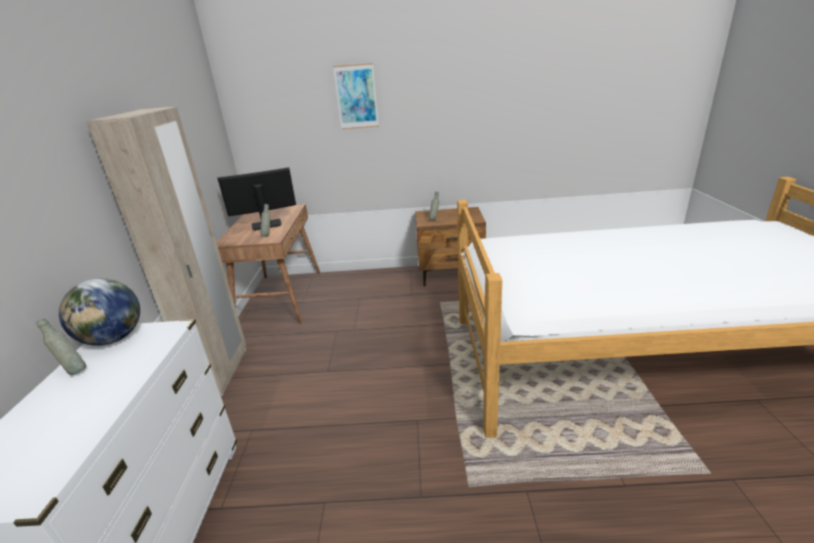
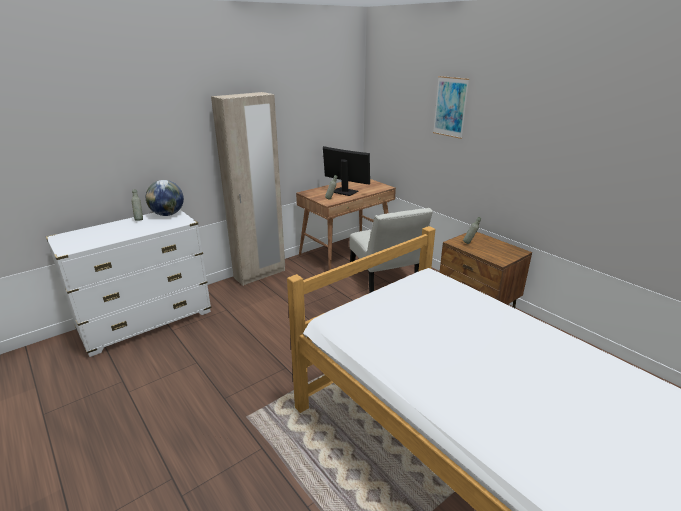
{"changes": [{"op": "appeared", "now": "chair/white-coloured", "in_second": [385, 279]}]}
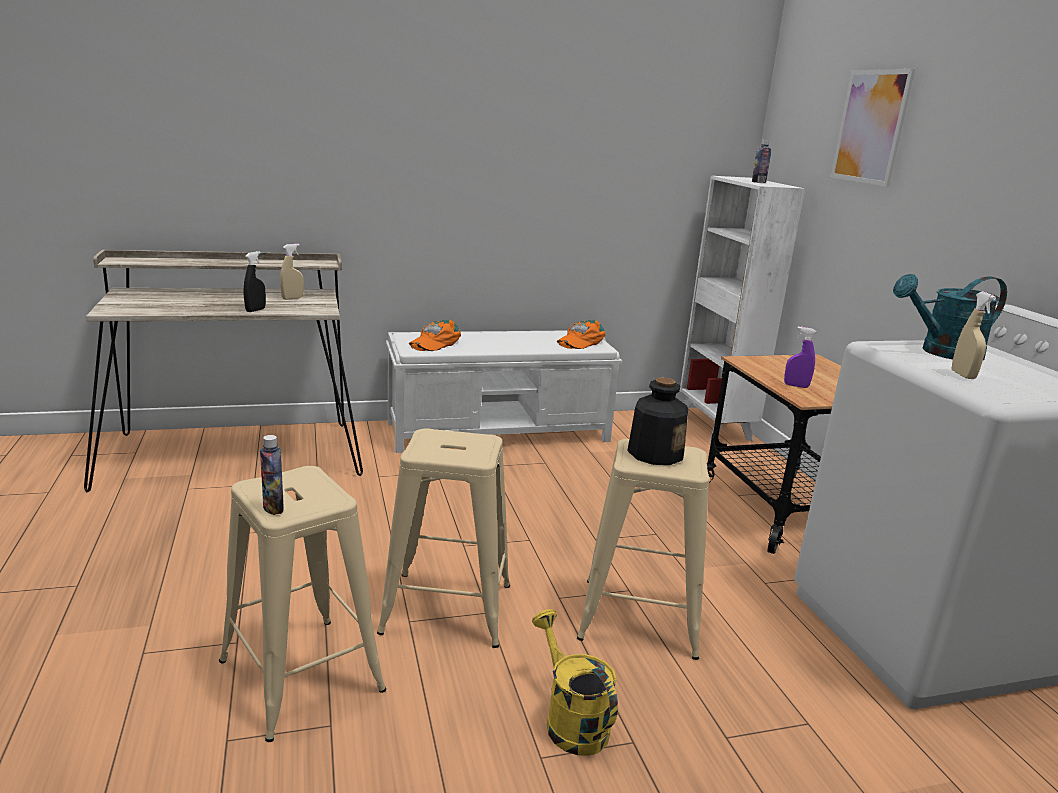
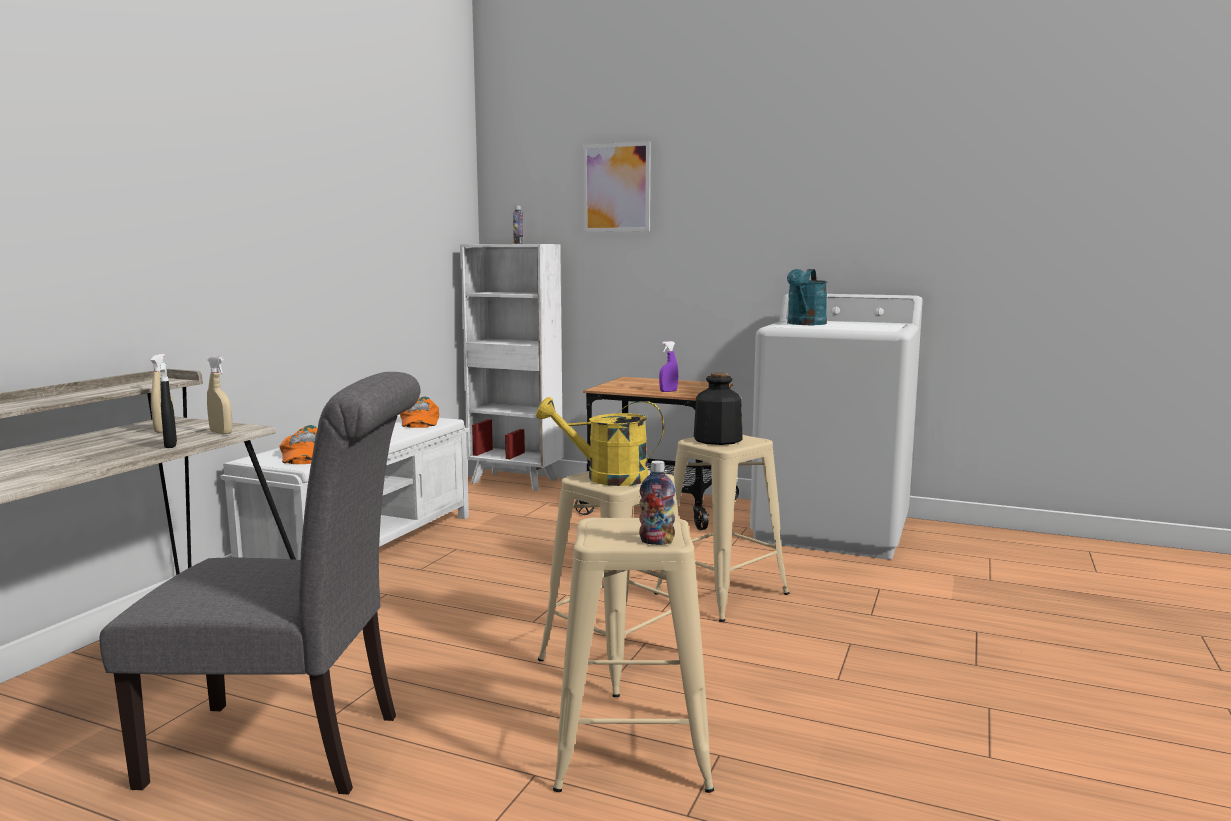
{"changes": [{"op": "appeared", "now": "chair/greyish", "in_second": [290, 748]}, {"op": "relocated", "was": "watering can/yellowish", "in_first": [570, 720], "in_second": [605, 477]}, {"op": "relocated", "was": "spray bottle/beige-coloured", "in_first": [963, 375], "in_second": [221, 433]}]}
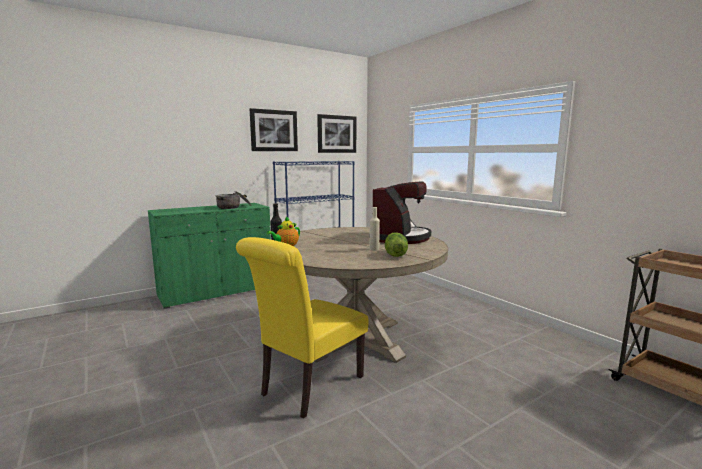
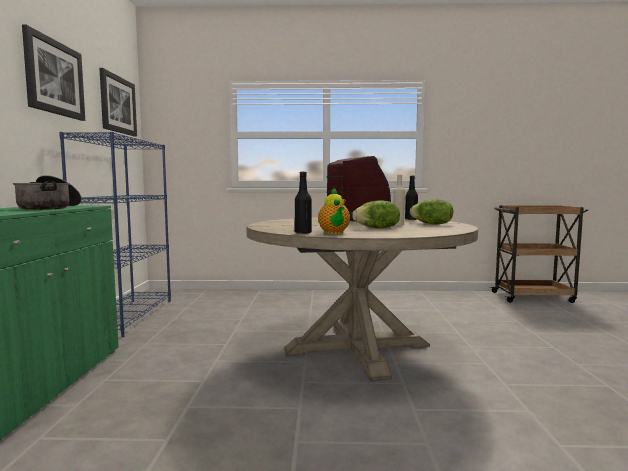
{"changes": [{"op": "missing", "was": "chair/yellowish", "in_first": [308, 387]}, {"op": "appeared", "now": "head of lettuce", "in_second": [377, 228]}, {"op": "appeared", "now": "beverage bottle/black", "in_second": [411, 219]}]}
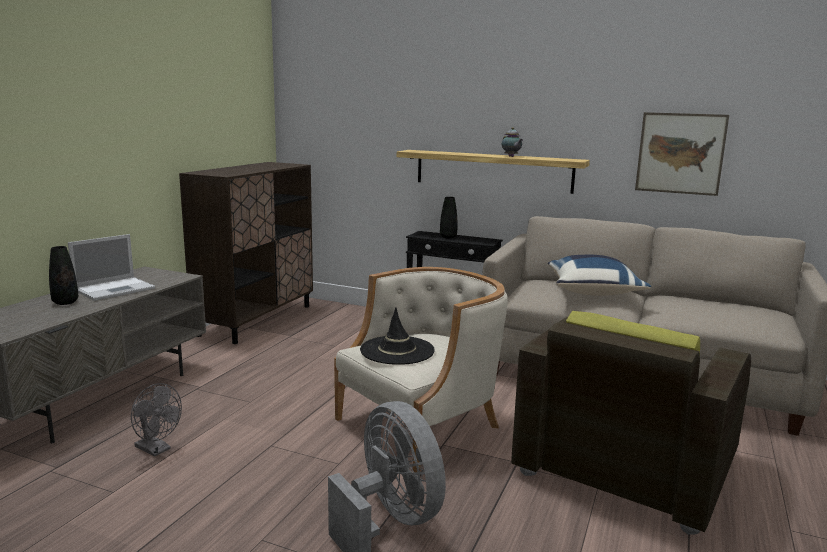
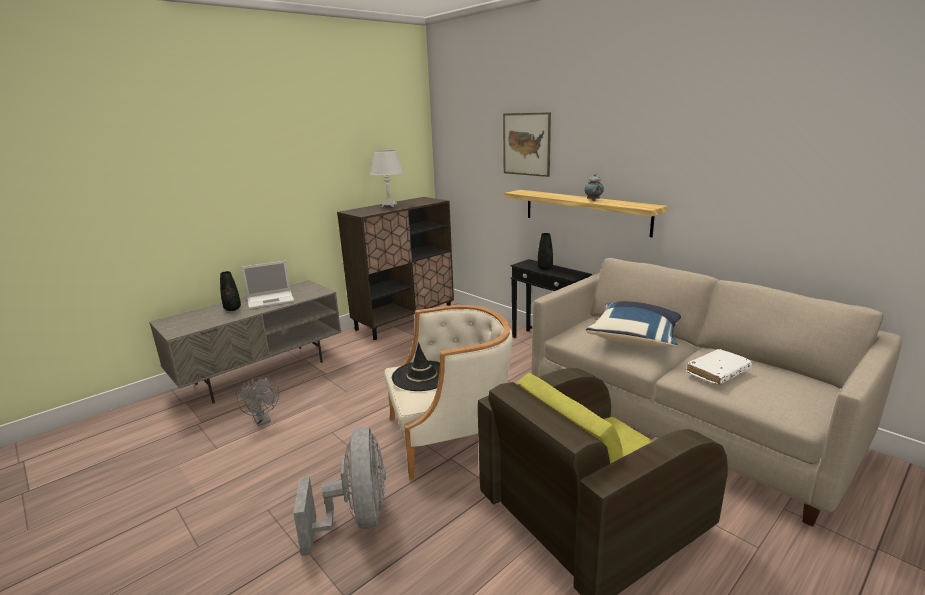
{"changes": [{"op": "appeared", "now": "lamp for a table/white-coloured", "in_second": [389, 205]}, {"op": "appeared", "now": "volume/white-coloured", "in_second": [718, 372]}, {"op": "relocated", "was": "wall art", "in_first": [680, 153], "in_second": [526, 144]}]}
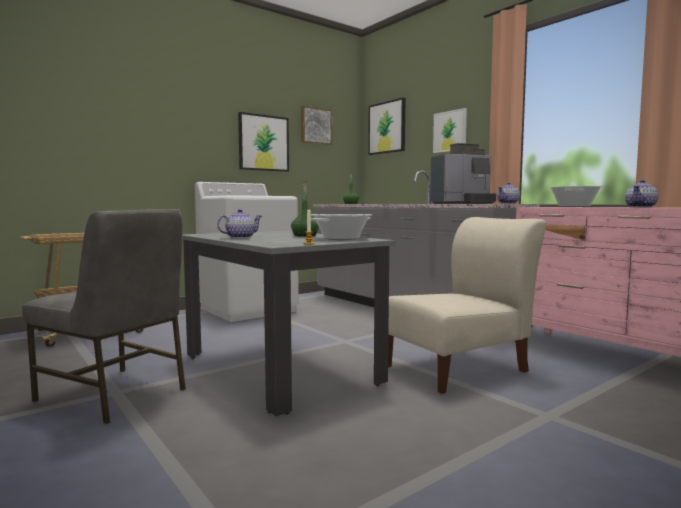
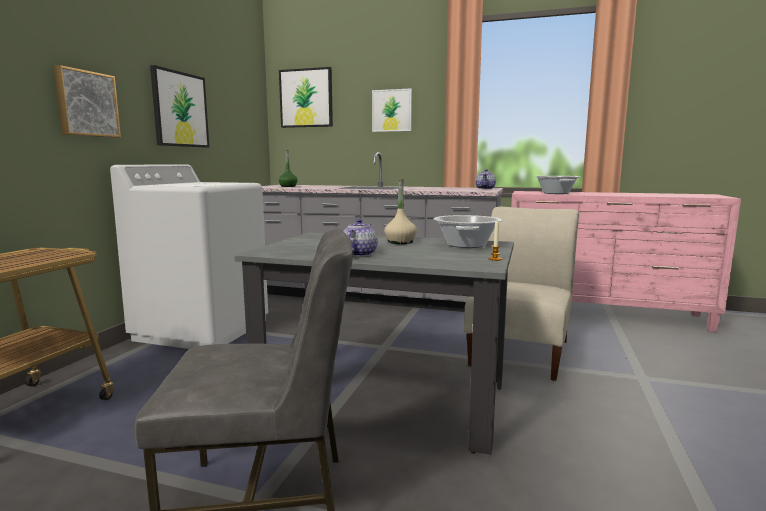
{"changes": [{"op": "missing", "was": "coffee brewer", "in_first": [463, 203]}, {"op": "missing", "was": "teapot", "in_first": [641, 207]}, {"op": "relocated", "was": "wall art", "in_first": [315, 126], "in_second": [86, 104]}, {"op": "colour", "was": "beverage bottle/greenish", "now": "beverage bottle/beige-coloured", "in_first": [304, 235], "in_second": [400, 242]}]}
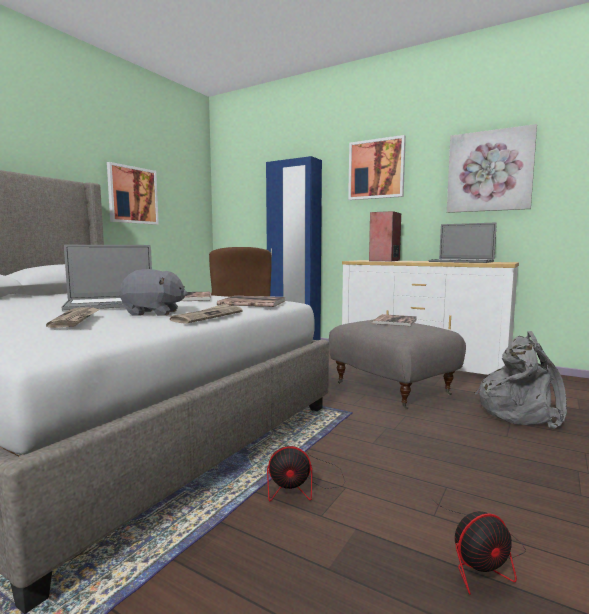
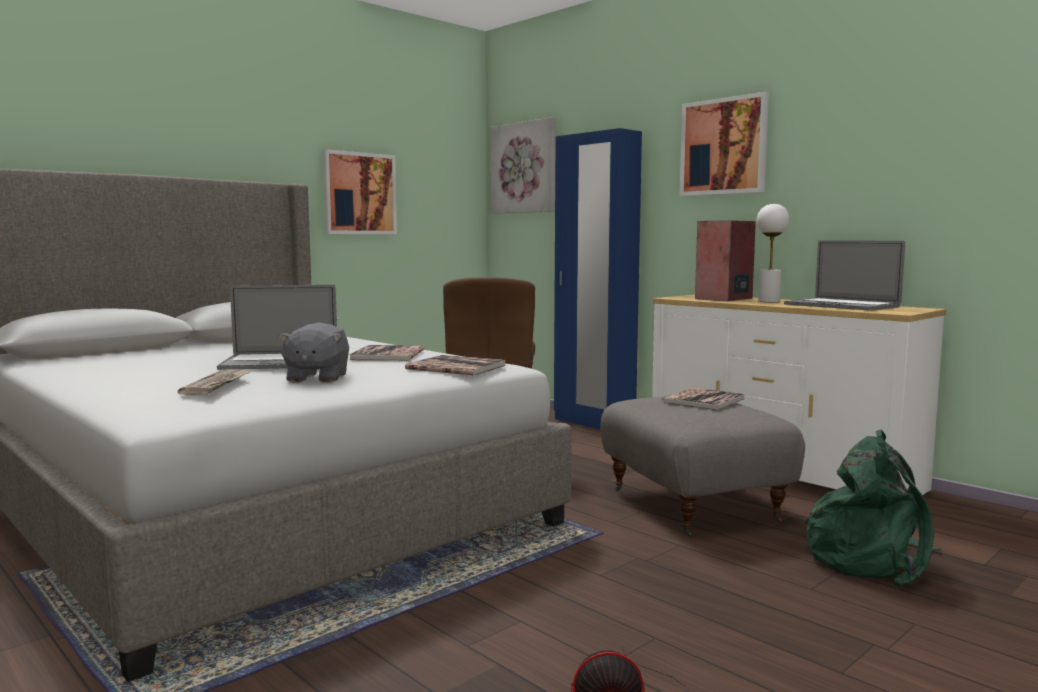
{"changes": [{"op": "missing", "was": "printed paper", "in_first": [207, 316]}, {"op": "missing", "was": "cooling fan", "in_first": [303, 485]}, {"op": "appeared", "now": "lamp for a table/white-coloured", "in_second": [769, 301]}, {"op": "relocated", "was": "wall art", "in_first": [489, 171], "in_second": [524, 168]}, {"op": "colour", "was": "knapsack/greyish", "now": "knapsack/greenish", "in_first": [520, 412], "in_second": [871, 559]}, {"op": "spun", "was": "soft toy/greyish", "in_first": [153, 313], "in_second": [316, 378], "clockwise": 75}]}
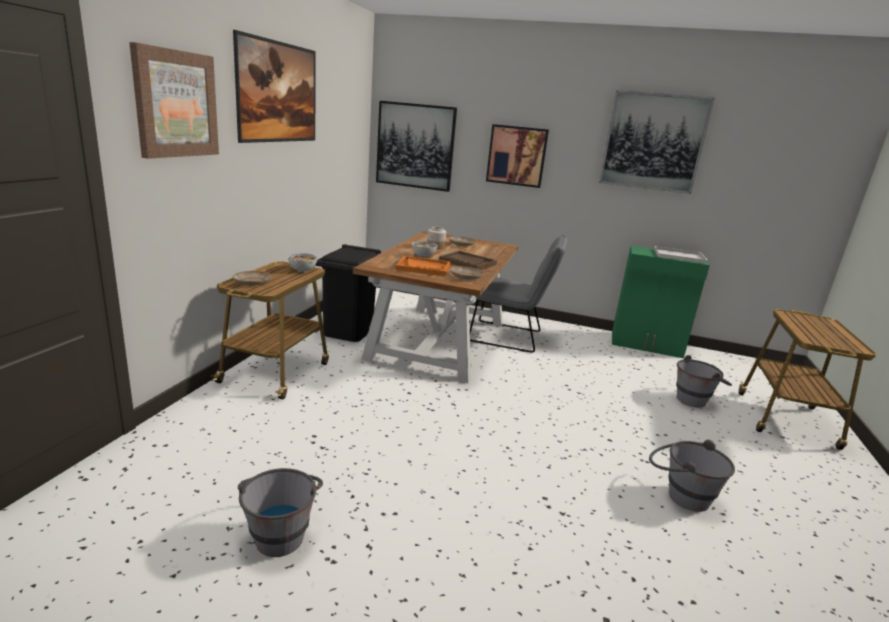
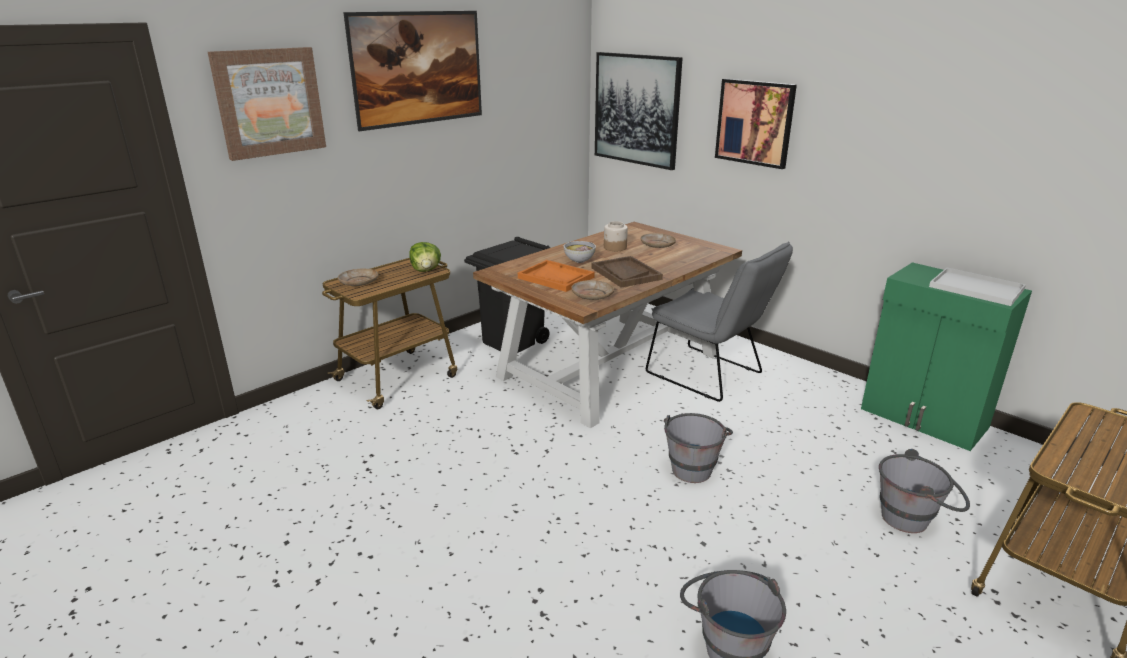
{"changes": [{"op": "missing", "was": "wall art", "in_first": [653, 142]}, {"op": "relocated", "was": "bucket/greyish", "in_first": [281, 531], "in_second": [693, 466]}, {"op": "exchanged", "was": "bowl", "now": "head of lettuce", "in_first": [302, 270], "in_second": [426, 270]}]}
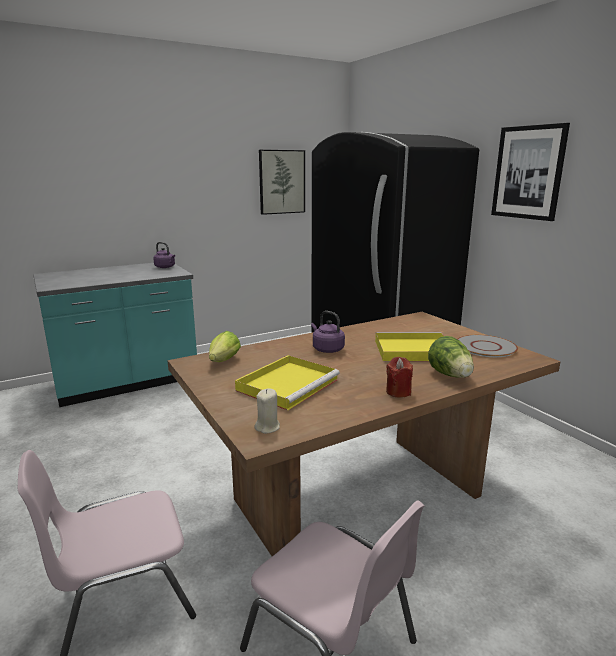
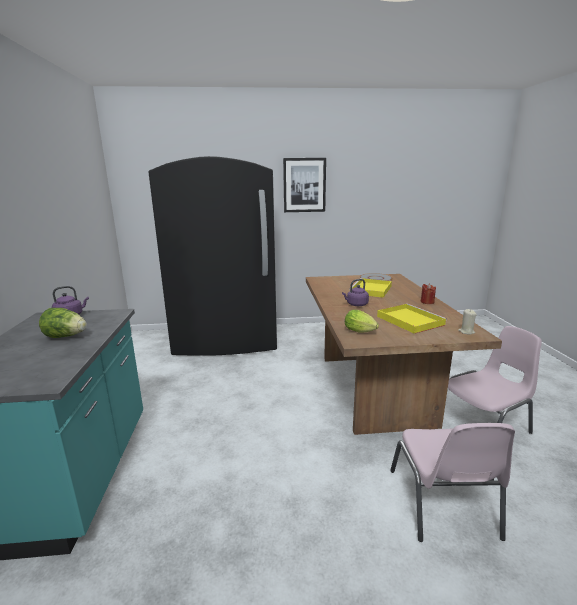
{"changes": [{"op": "missing", "was": "wall art", "in_first": [282, 182]}, {"op": "relocated", "was": "head of lettuce", "in_first": [450, 375], "in_second": [66, 336]}]}
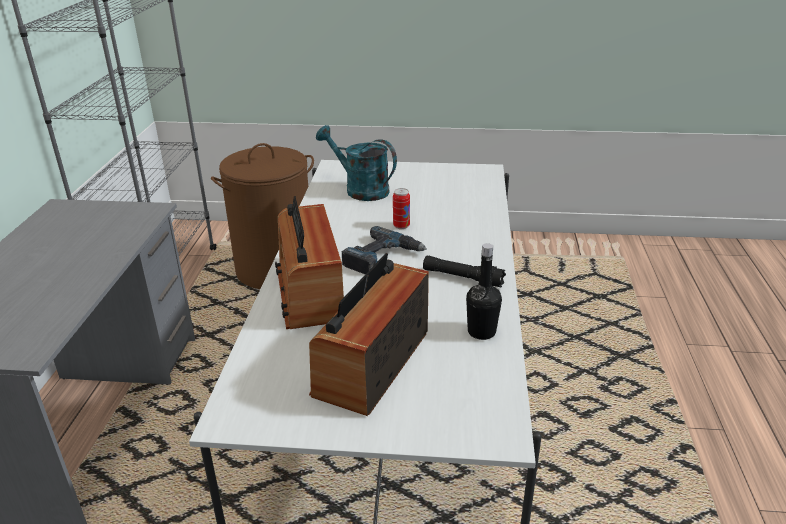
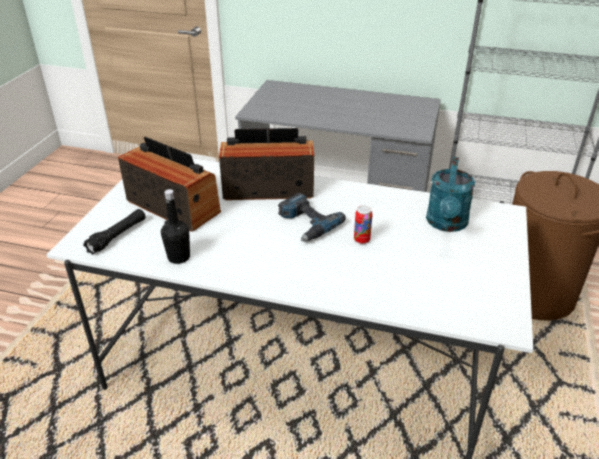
{"changes": [{"op": "relocated", "was": "hand torch/black", "in_first": [462, 278], "in_second": [117, 236]}, {"op": "spun", "was": "watering can/turquoise-coloured", "in_first": [360, 189], "in_second": [446, 224], "clockwise": 150}]}
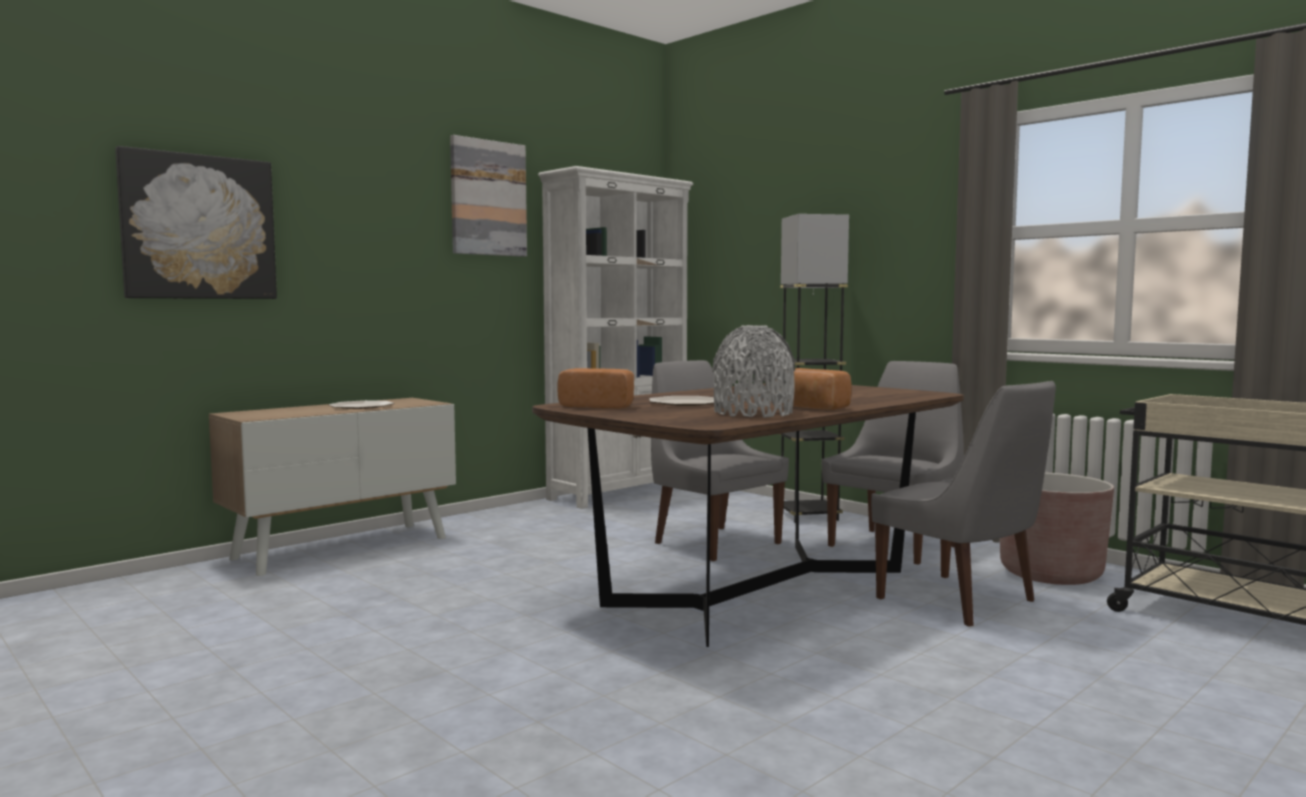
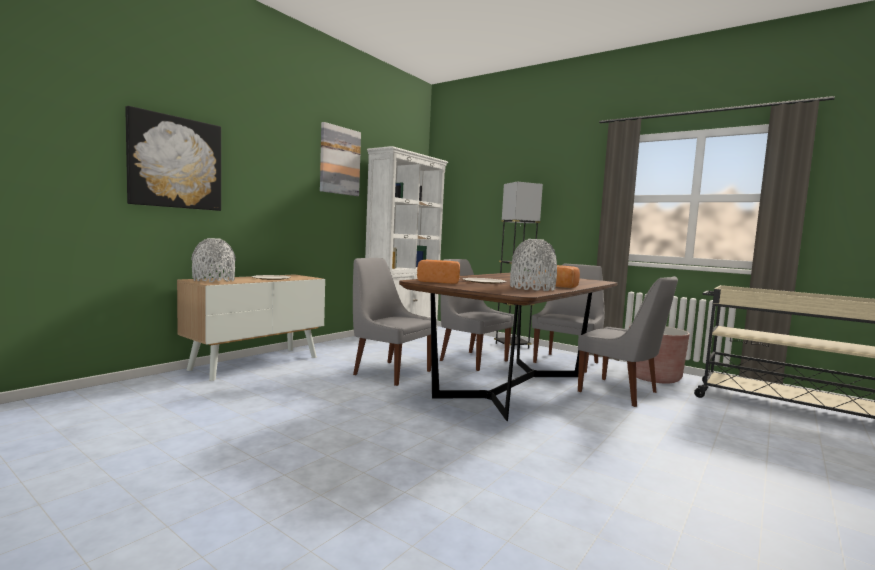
{"changes": [{"op": "appeared", "now": "decorative vase/greyish", "in_second": [214, 280]}, {"op": "appeared", "now": "chair/greyish", "in_second": [390, 372]}]}
